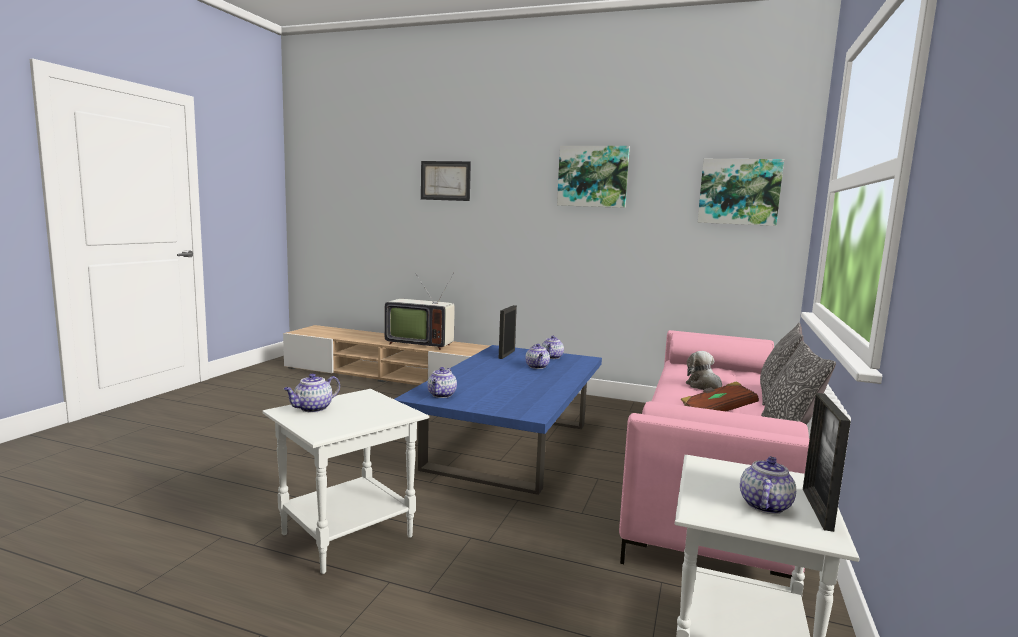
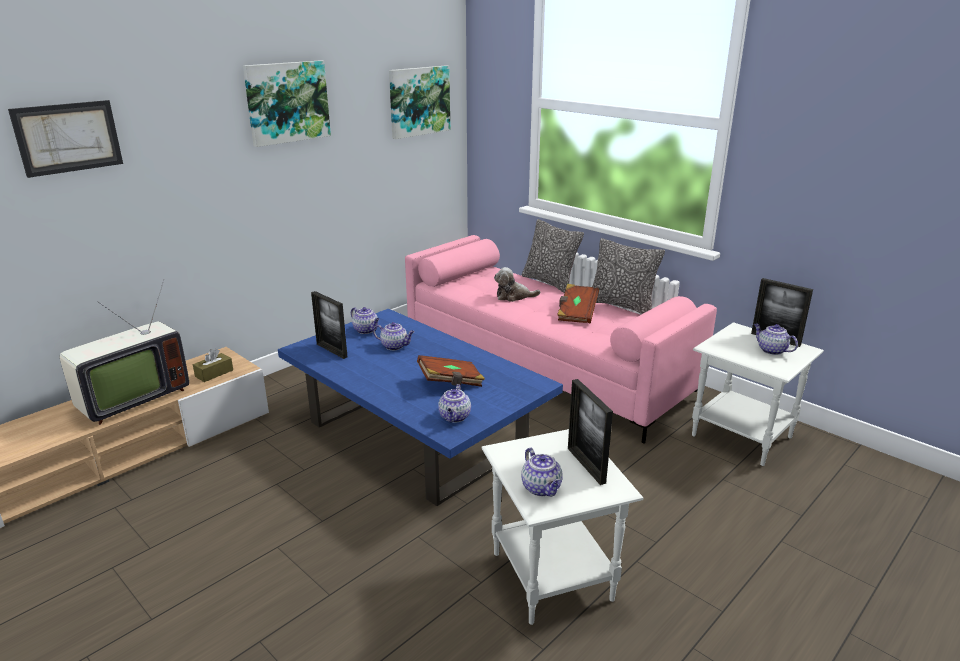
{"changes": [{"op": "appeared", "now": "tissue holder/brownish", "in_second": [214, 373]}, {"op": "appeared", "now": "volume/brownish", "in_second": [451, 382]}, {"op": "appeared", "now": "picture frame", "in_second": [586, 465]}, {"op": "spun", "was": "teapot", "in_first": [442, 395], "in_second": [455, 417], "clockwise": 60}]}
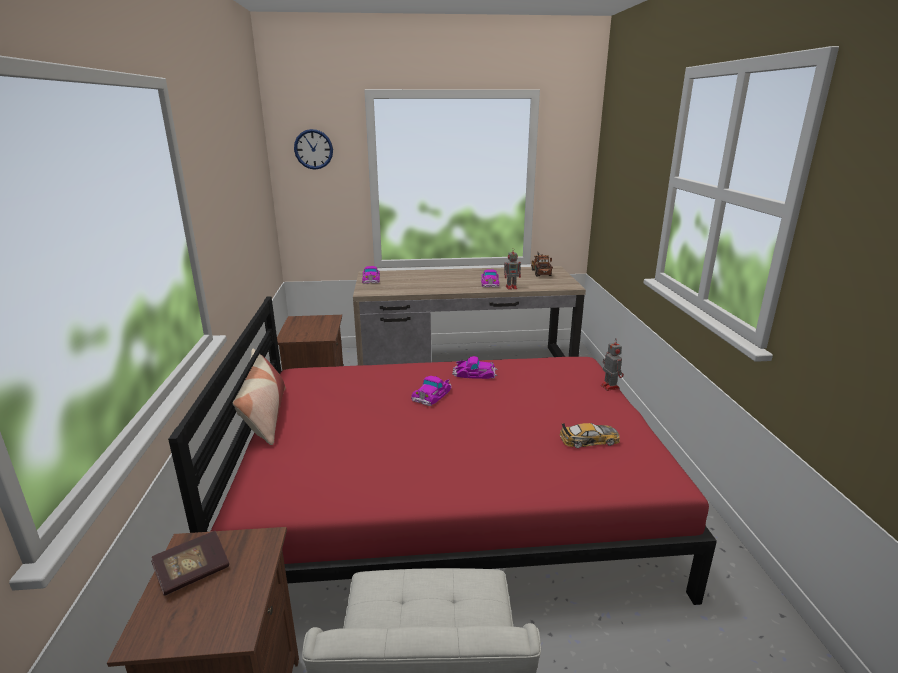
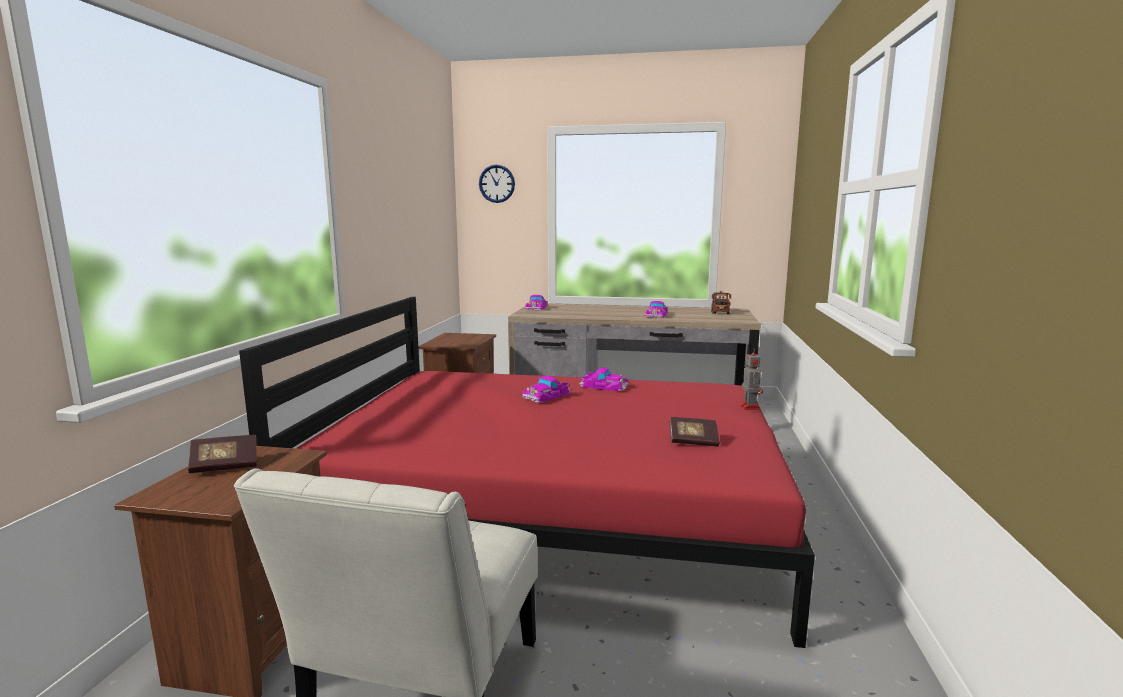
{"changes": [{"op": "missing", "was": "cushion", "in_first": [265, 416]}, {"op": "missing", "was": "model robot", "in_first": [512, 287]}, {"op": "exchanged", "was": "toy car", "now": "volume", "in_first": [589, 440], "in_second": [693, 441]}]}
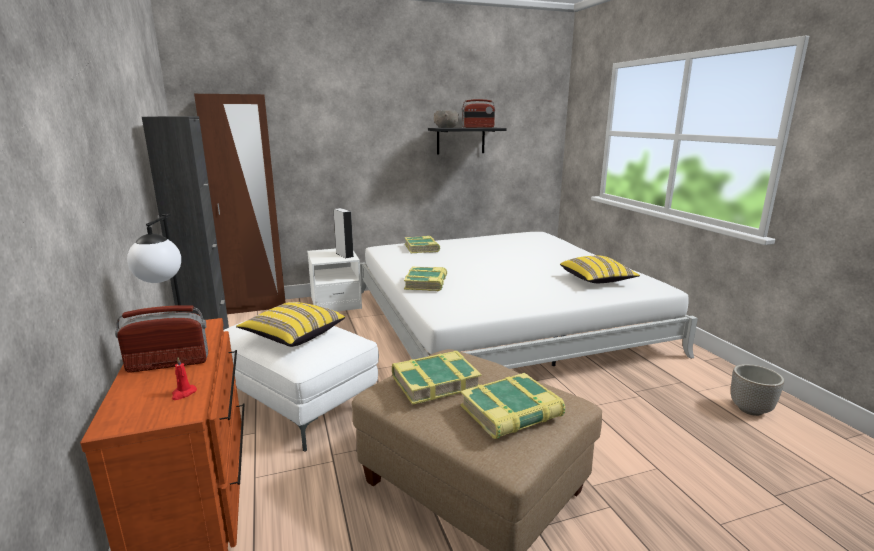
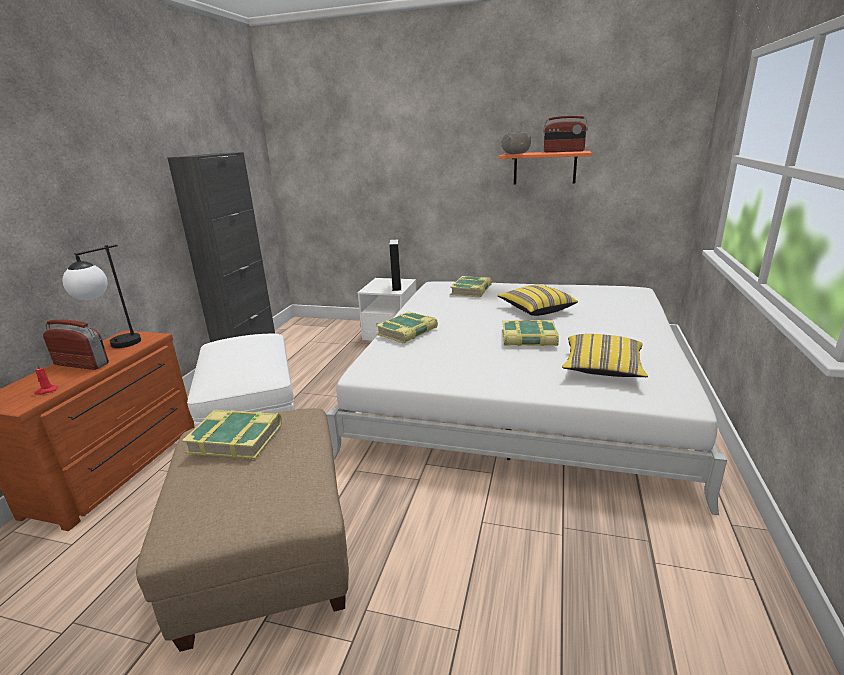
{"changes": [{"op": "missing", "was": "wardrobe/brownish", "in_first": [256, 307]}, {"op": "missing", "was": "plant pot", "in_first": [750, 409]}, {"op": "relocated", "was": "cushion/yellowish", "in_first": [293, 336], "in_second": [536, 310]}, {"op": "relocated", "was": "volume", "in_first": [511, 413], "in_second": [529, 339]}, {"op": "colour", "was": "wall shelf/black", "now": "wall shelf/orangey", "in_first": [460, 140], "in_second": [544, 168]}]}
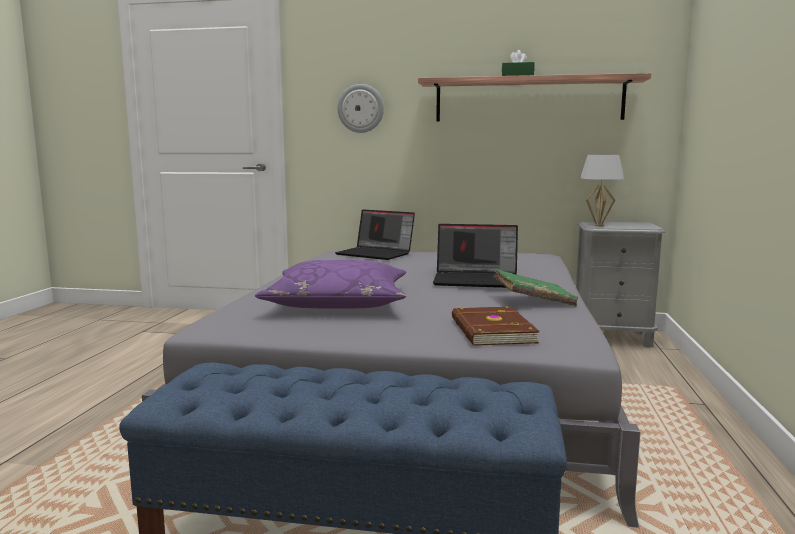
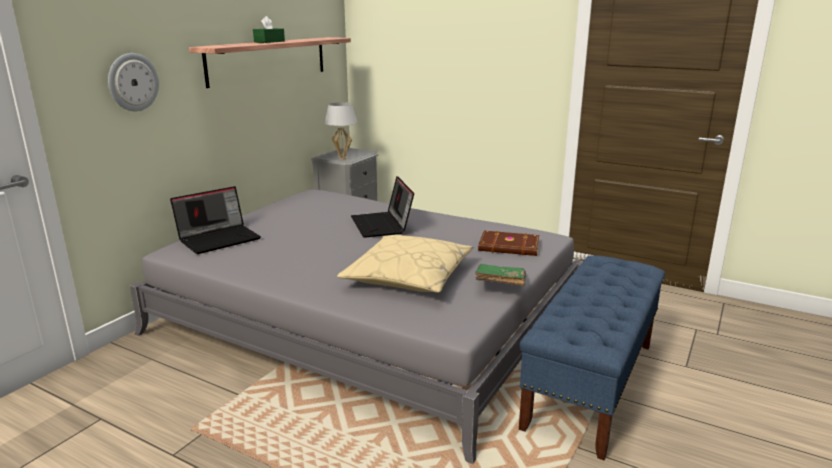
{"changes": [{"op": "relocated", "was": "volume/greenish", "in_first": [534, 301], "in_second": [499, 285]}, {"op": "colour", "was": "cushion/purple-coloured", "now": "cushion/beige-coloured", "in_first": [338, 302], "in_second": [408, 276]}, {"op": "spun", "was": "notebook computer", "in_first": [477, 280], "in_second": [382, 225], "clockwise": 135}]}
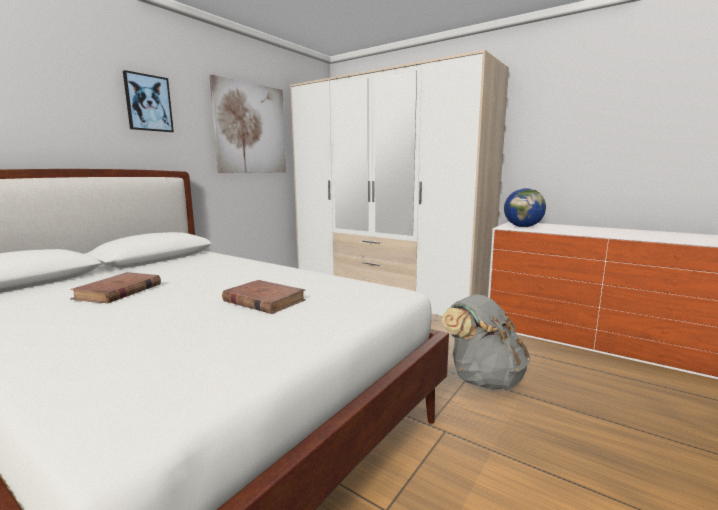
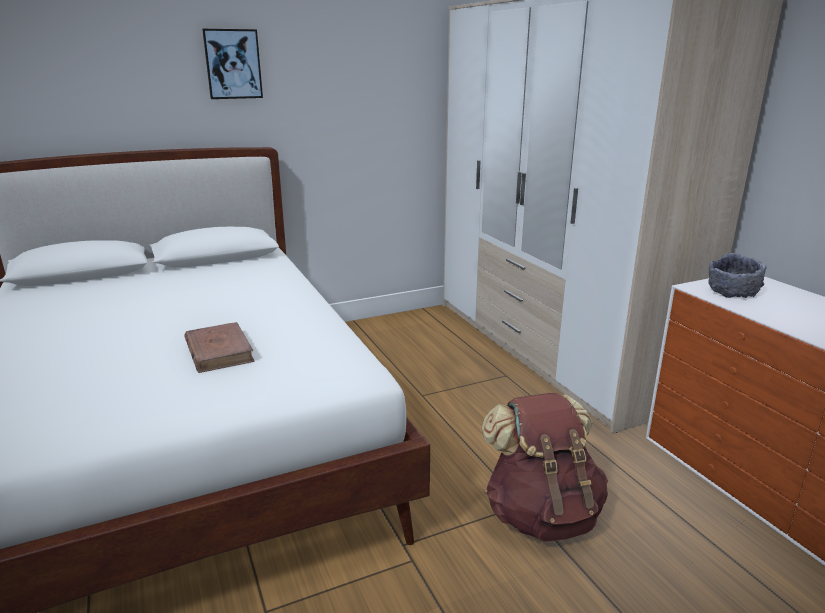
{"changes": [{"op": "missing", "was": "volume/brownish", "in_first": [118, 291]}, {"op": "missing", "was": "wall art", "in_first": [250, 129]}, {"op": "exchanged", "was": "desk globe", "now": "bowl/greyish", "in_first": [523, 227], "in_second": [732, 292]}, {"op": "colour", "was": "knapsack/greyish", "now": "knapsack/brownish", "in_first": [483, 378], "in_second": [541, 514]}]}
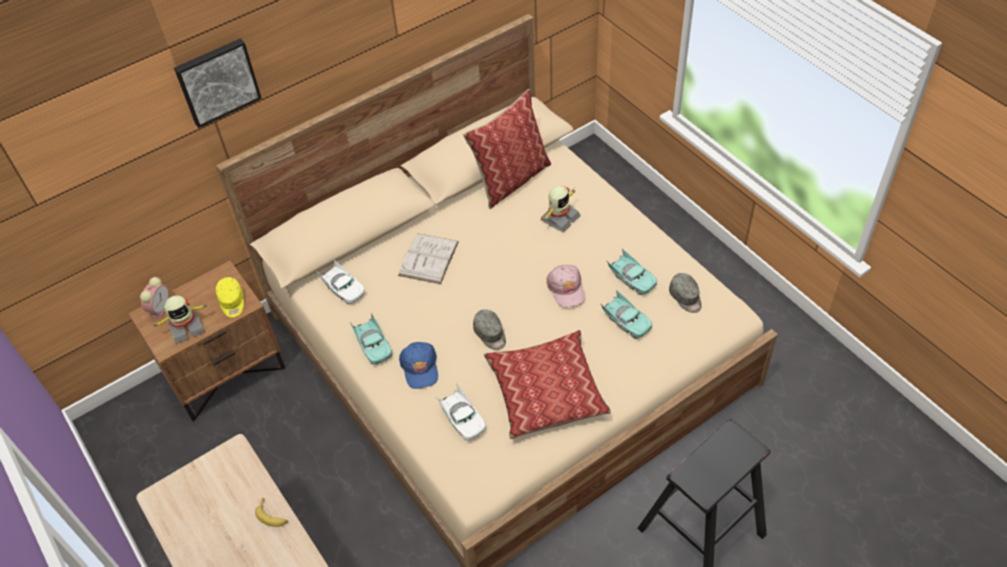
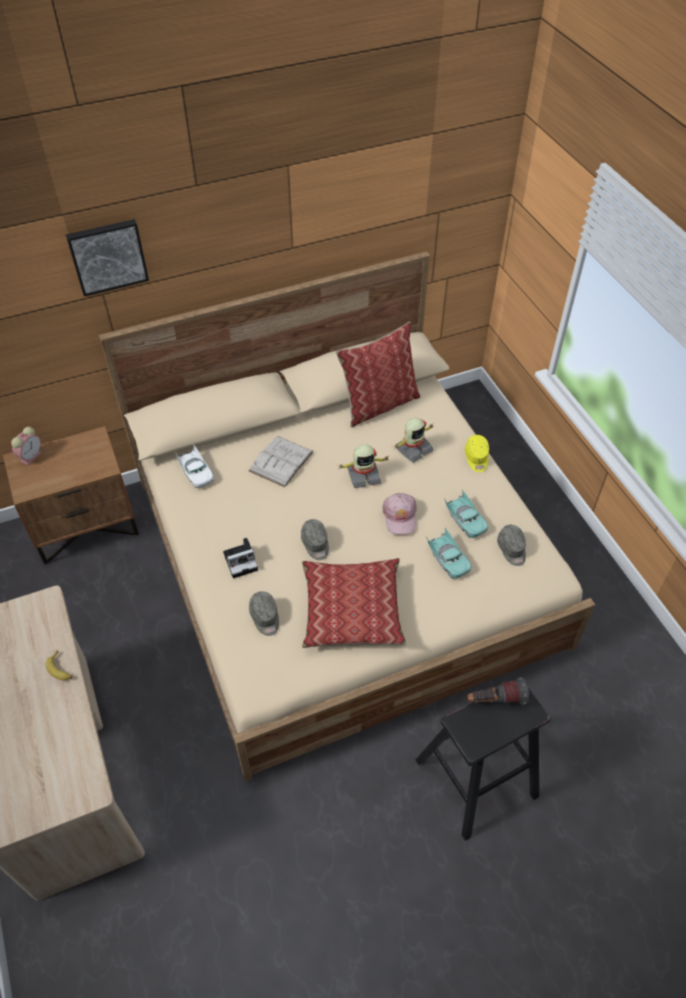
{"changes": [{"op": "missing", "was": "toy car/turquoise-coloured", "in_first": [373, 345]}, {"op": "appeared", "now": "hand torch", "in_second": [495, 700]}, {"op": "relocated", "was": "model robot", "in_first": [186, 327], "in_second": [363, 475]}, {"op": "relocated", "was": "cap/yellowish", "in_first": [232, 302], "in_second": [476, 458]}, {"op": "exchanged", "was": "cap/blue", "now": "still camera", "in_first": [420, 367], "in_second": [242, 561]}, {"op": "exchanged", "was": "toy car/white-coloured", "now": "cap/greyish", "in_first": [462, 418], "in_second": [265, 618]}]}
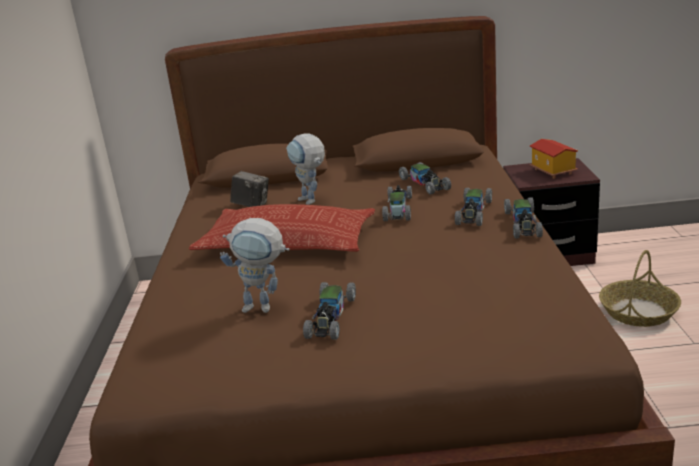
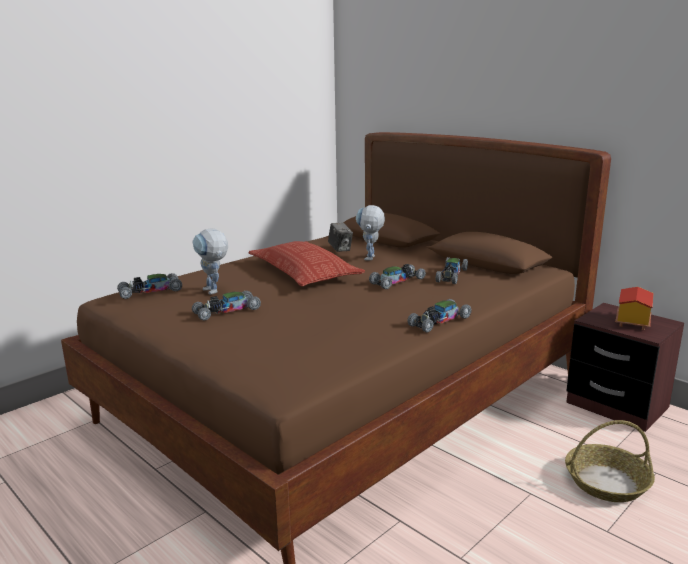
{"changes": [{"op": "relocated", "was": "toy car", "in_first": [473, 213], "in_second": [150, 291]}]}
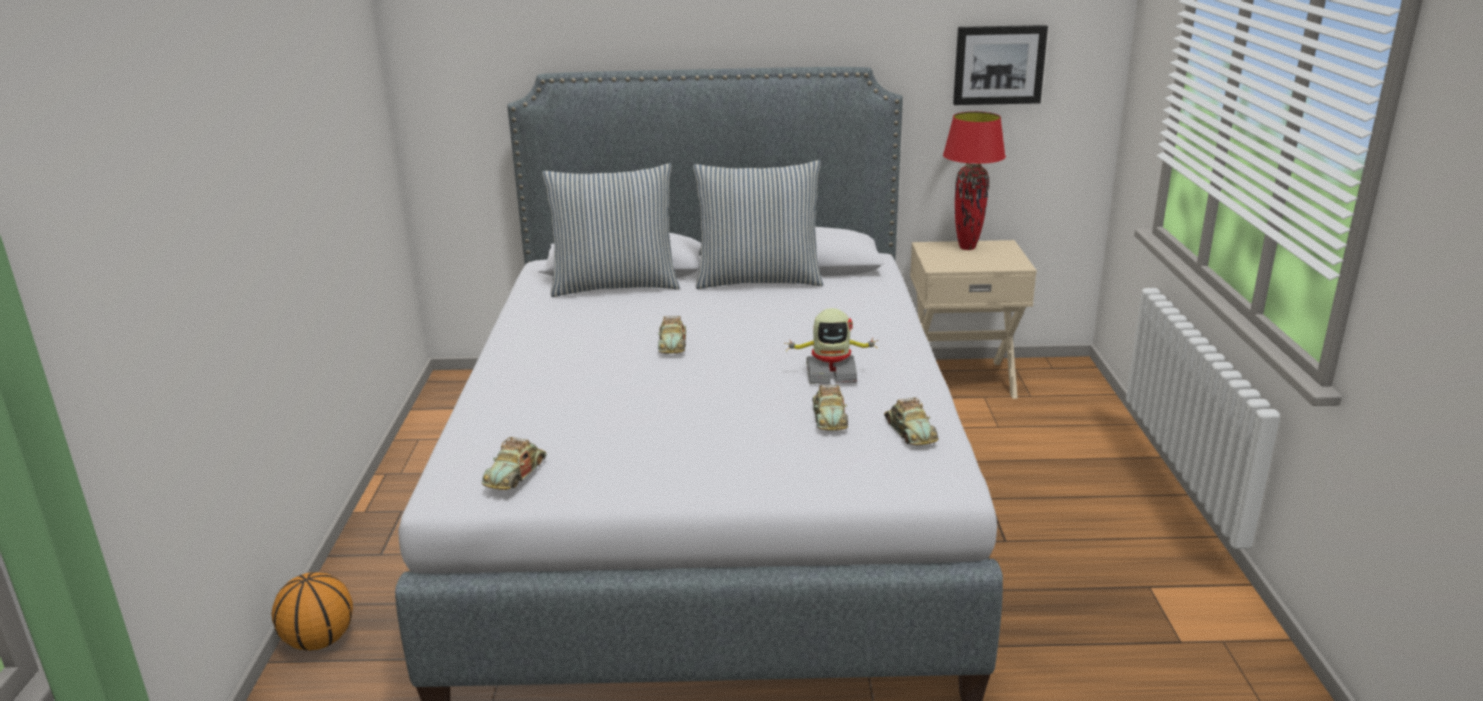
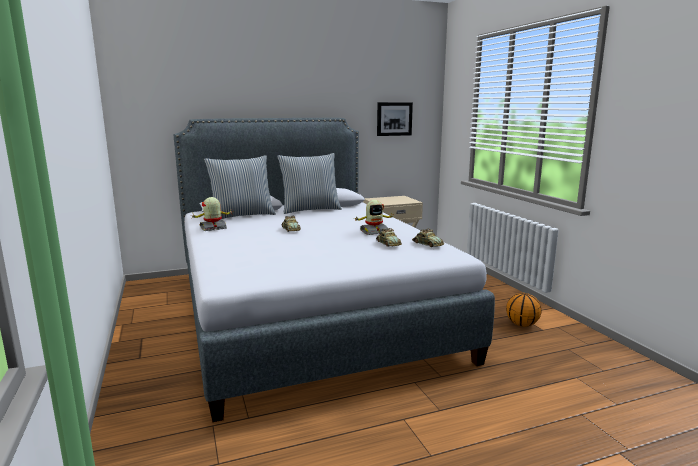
{"changes": [{"op": "missing", "was": "toy car", "in_first": [515, 473]}, {"op": "missing", "was": "lamp for a table/red", "in_first": [966, 247]}, {"op": "appeared", "now": "model robot", "in_second": [213, 228]}, {"op": "relocated", "was": "ball for basketball", "in_first": [320, 641], "in_second": [522, 324]}]}
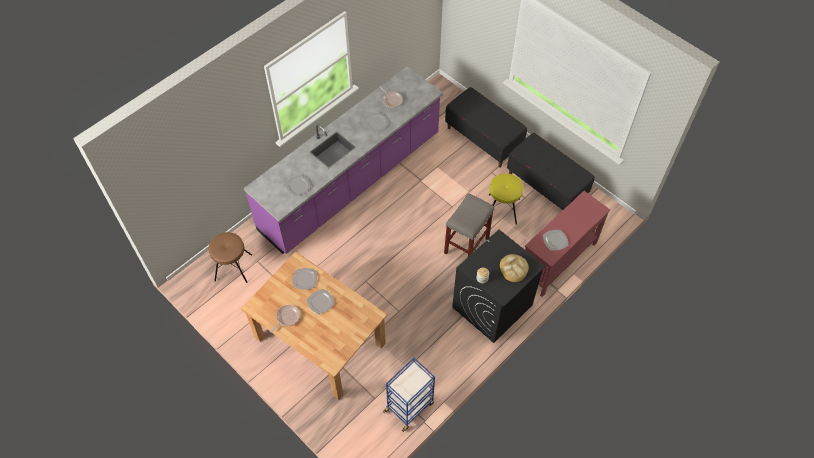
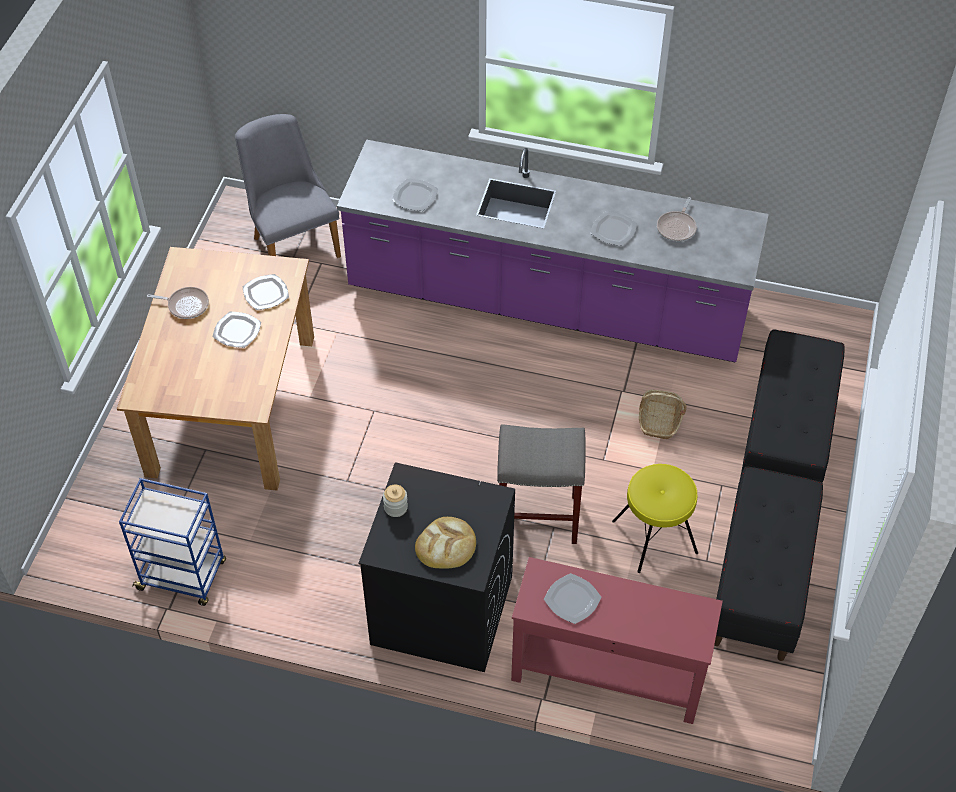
{"changes": [{"op": "appeared", "now": "basket", "in_second": [659, 420]}, {"op": "exchanged", "was": "sitting stool/brownish", "now": "chair/greyish", "in_first": [233, 267], "in_second": [292, 242]}]}
